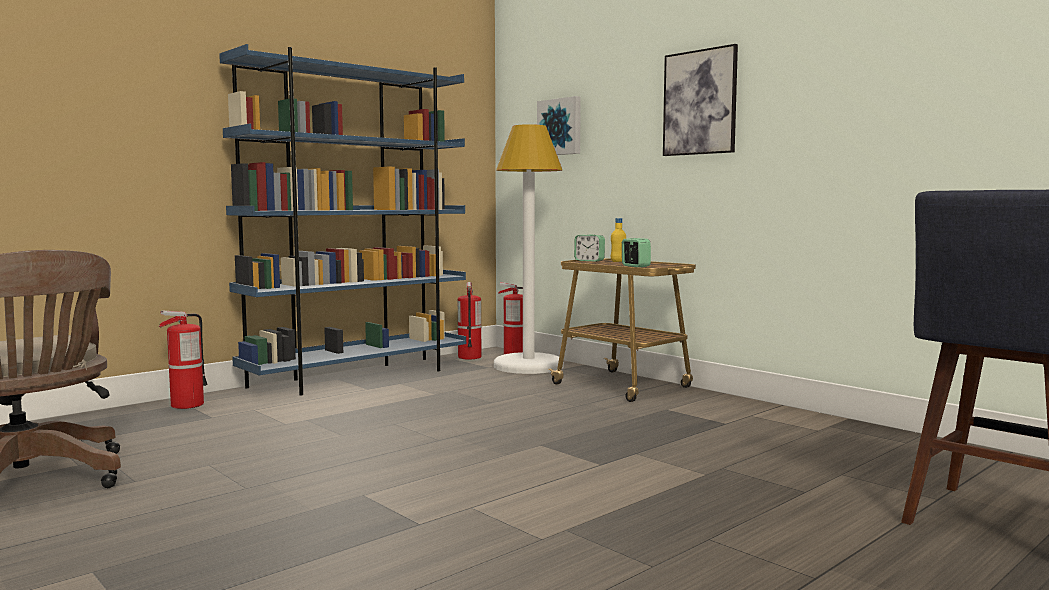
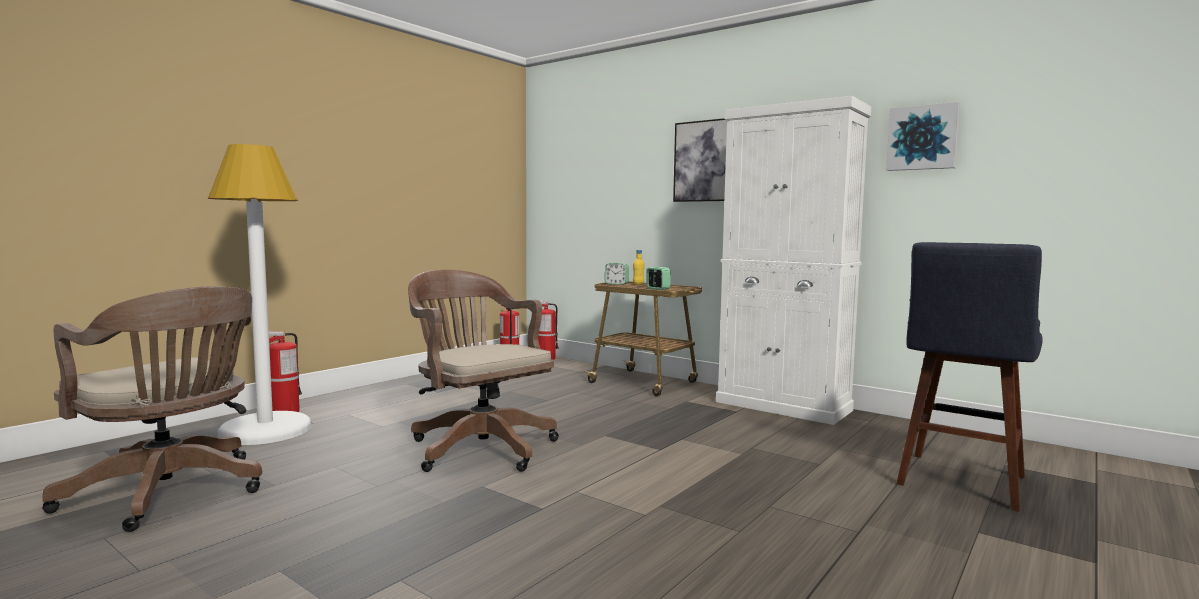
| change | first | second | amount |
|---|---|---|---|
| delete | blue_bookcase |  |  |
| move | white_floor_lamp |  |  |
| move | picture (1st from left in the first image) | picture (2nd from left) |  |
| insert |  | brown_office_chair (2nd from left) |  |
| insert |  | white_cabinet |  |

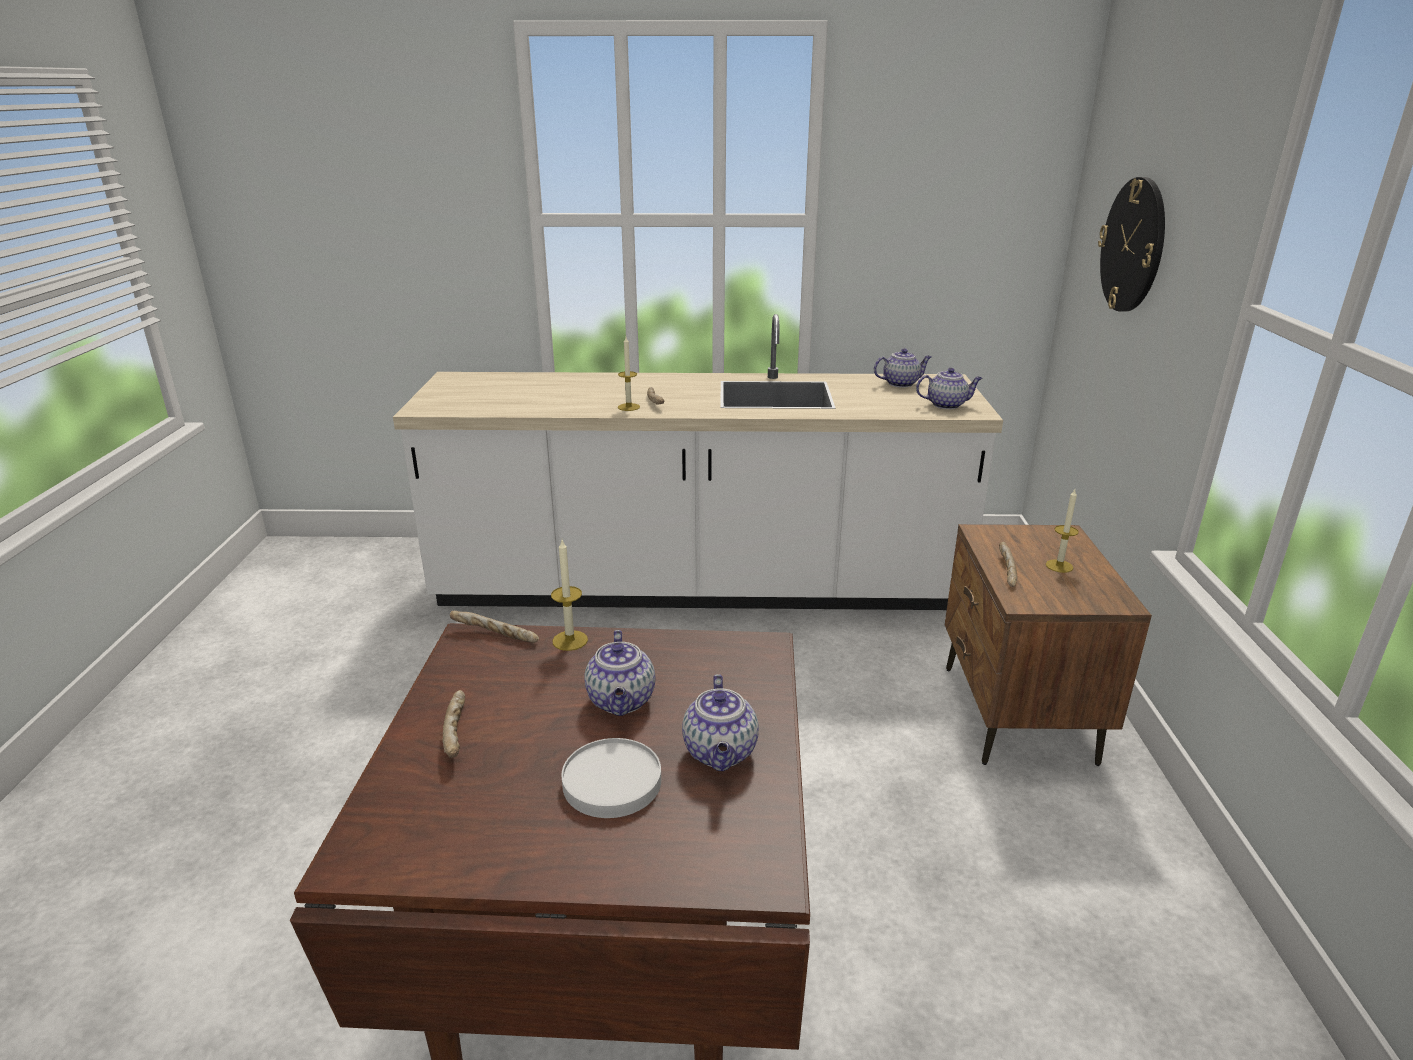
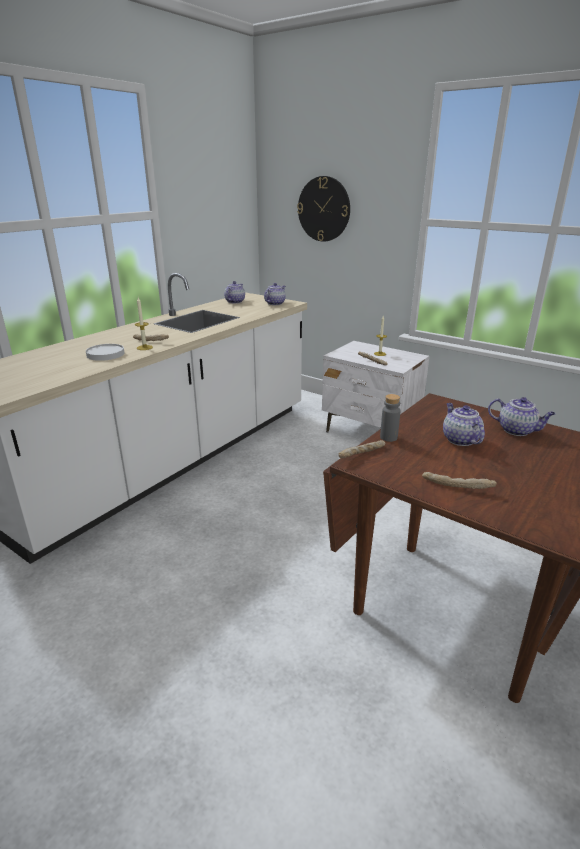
| change | first | second | amount |
|---|---|---|---|
| replace | candle (1st from left) | grey_bottle |  |
| move | white_plate |  |  |
| rotate | teapot (1st from left in the first image) | teapot (3rd from left) | 135 degrees counterclockwise |
| recolor | brown_nightstand | white_nightstand |  |

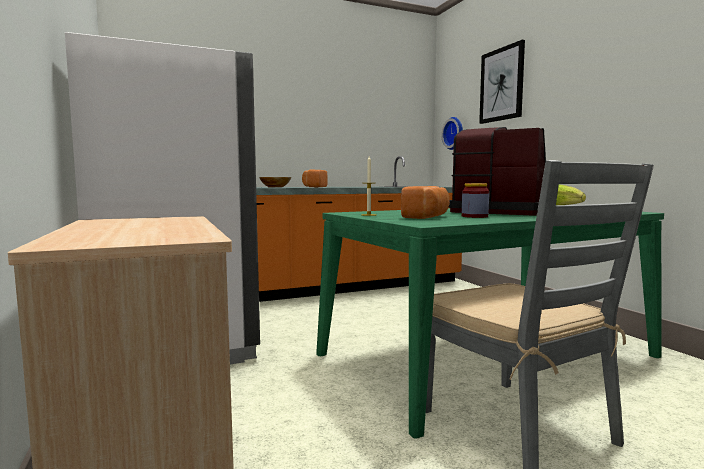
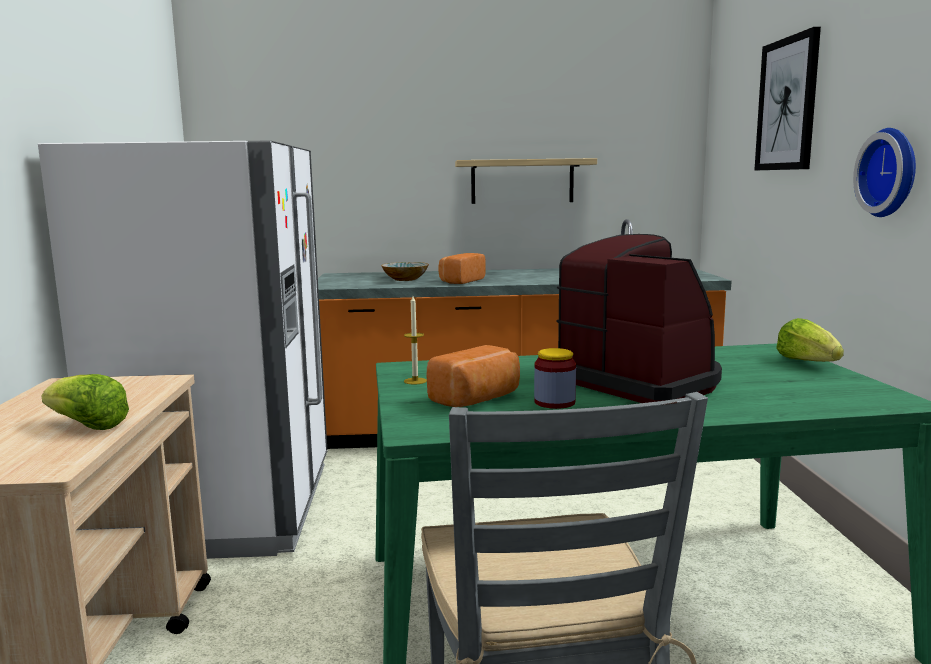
| change | first | second | amount |
|---|---|---|---|
| move | wall_clock |  |  |
| insert |  | lettuce (1st from left) |  |
| insert |  | shelf |  |

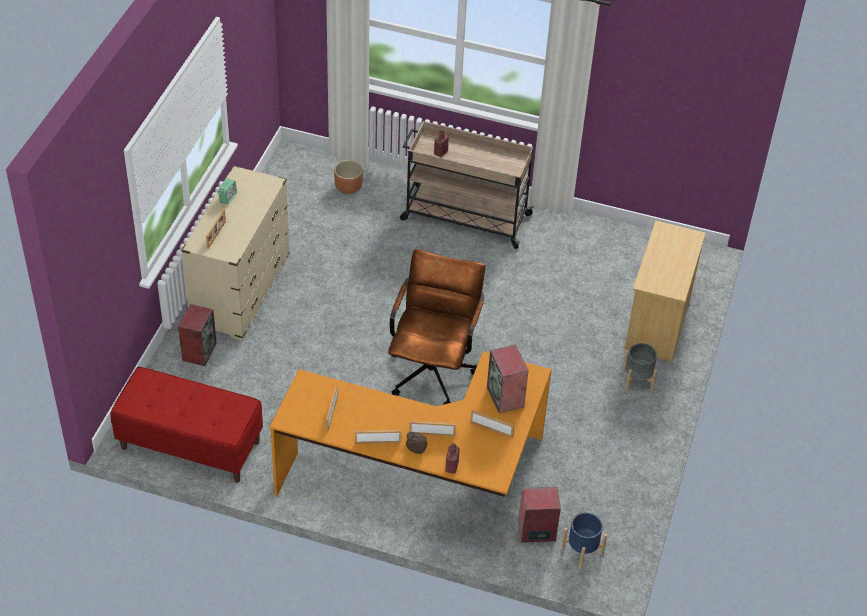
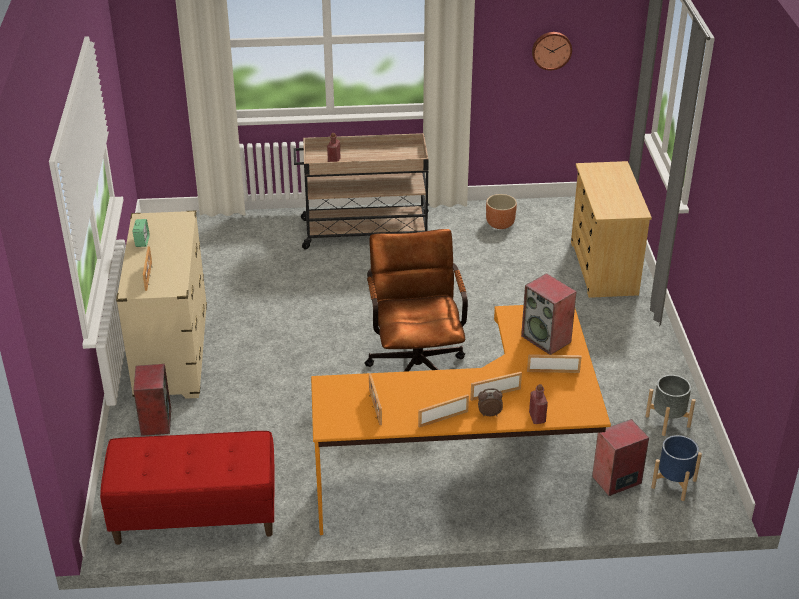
| change | first | second | amount |
|---|---|---|---|
| move | brown_planter |  |  |
| move | grey_planter |  |  |
| insert |  | wall_clock |  |

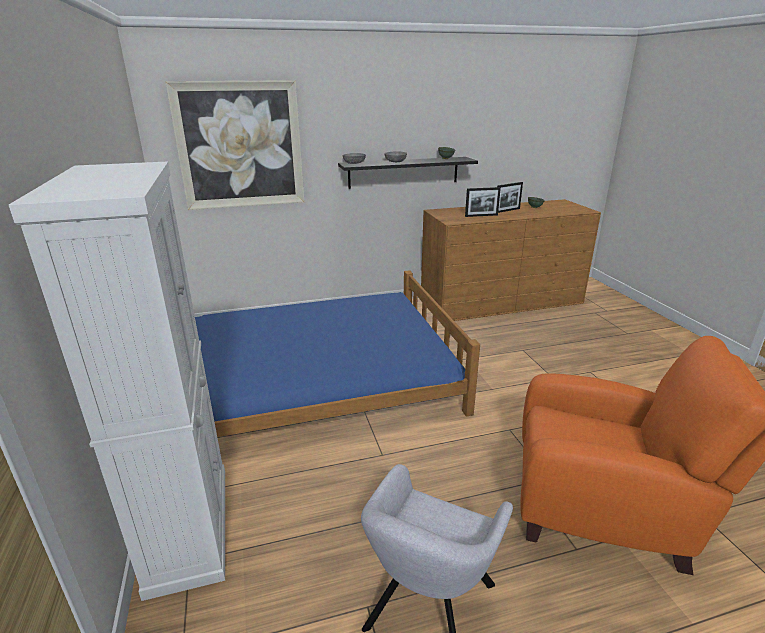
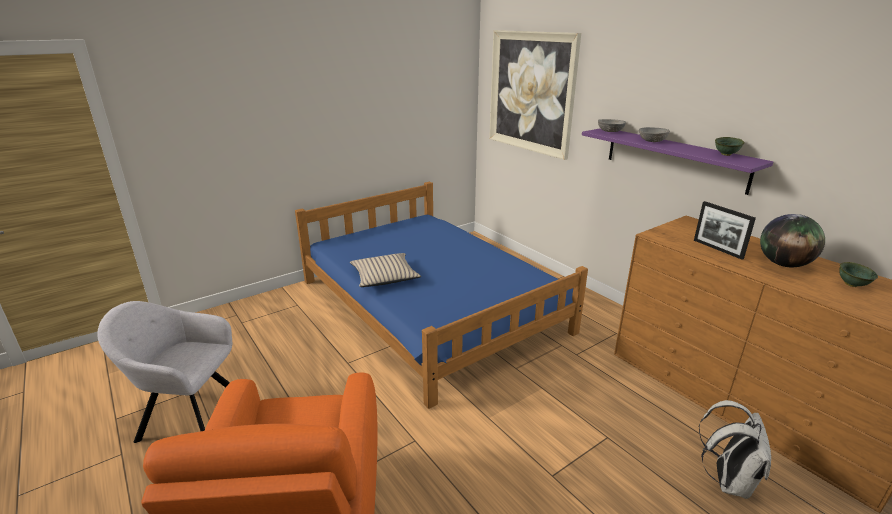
| change | first | second | amount |
|---|---|---|---|
| delete | white_cabinet |  |  |
| recolor | black_shelf | purple_shelf |  |
| replace | picture_frame (2nd from left) | globe |  |
| insert |  | beige_pillow |  |
| insert |  | white_backpack |  |

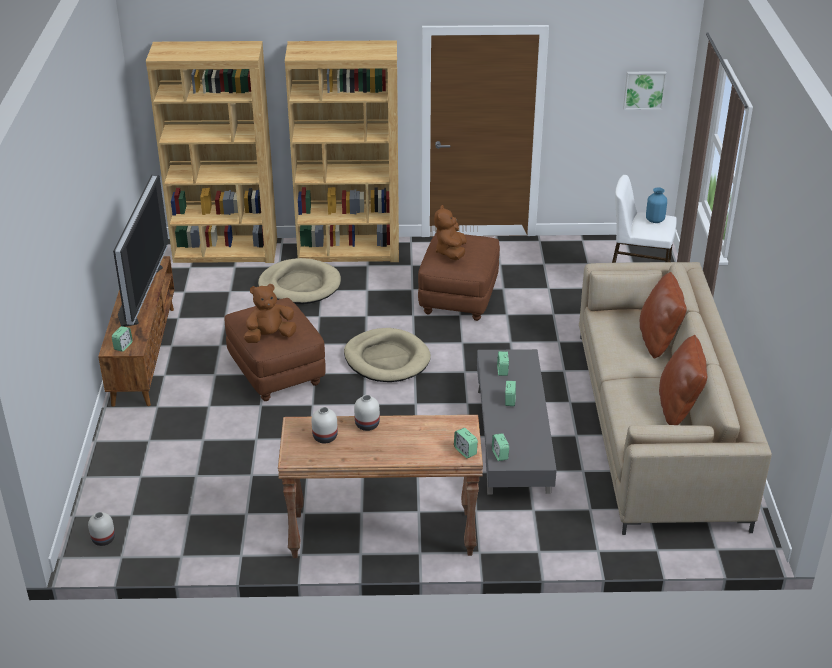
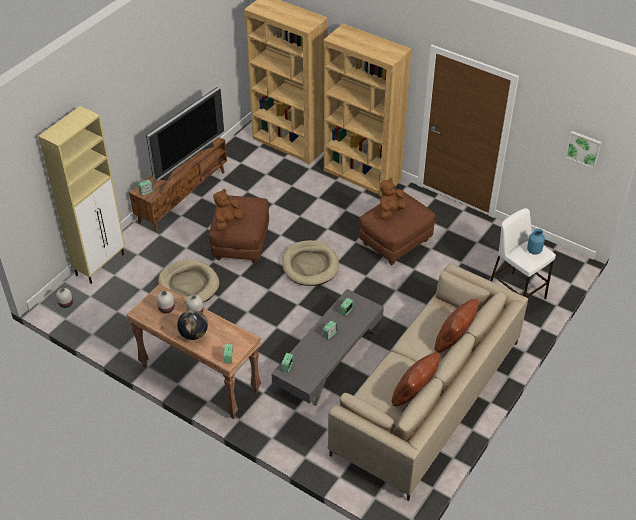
| change | first | second | amount |
|---|---|---|---|
| rotate | brown_plush_toy (1st from left) |  | 60 degrees counterclockwise |
| move | beige_dog_bed (1st from left) |  |  |
| insert |  | beige_cabinet |  |
| insert |  | globe |  |

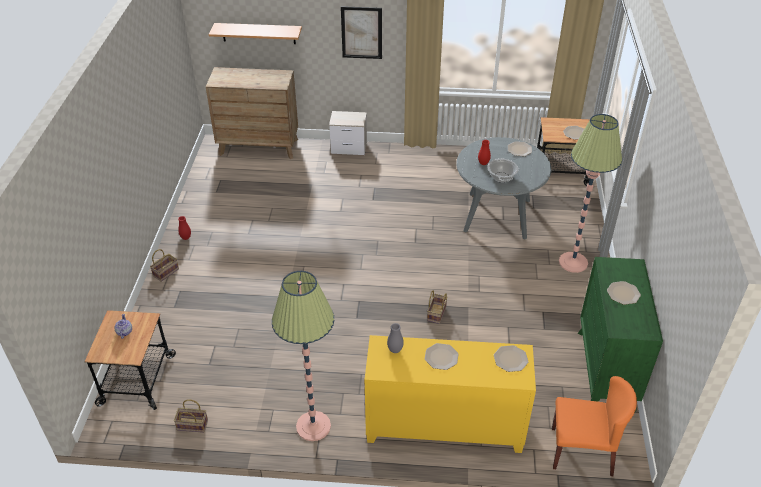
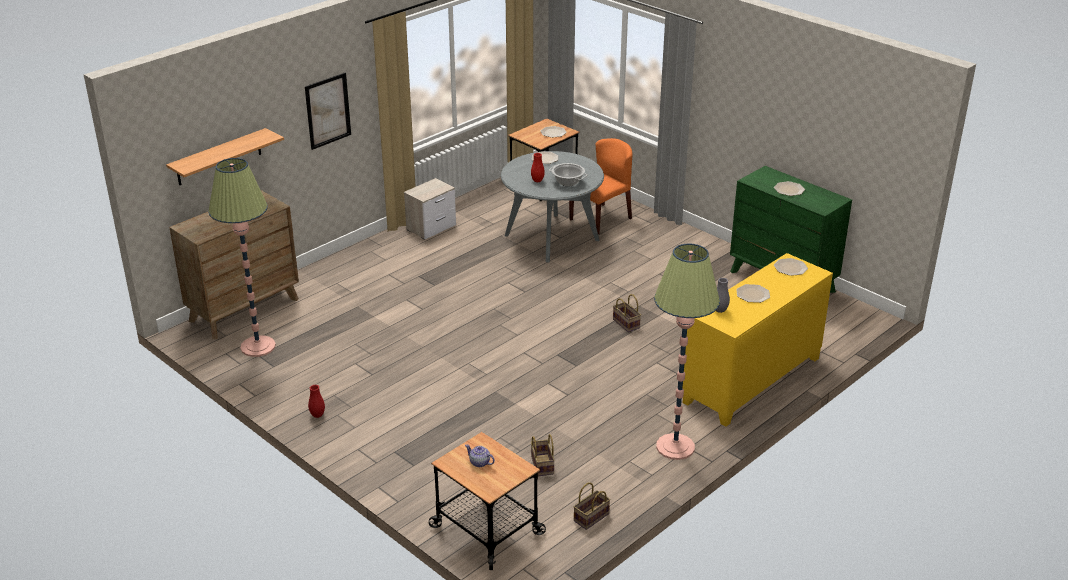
| change | first | second | amount |
|---|---|---|---|
| move | basket (1st from left) |  |  |
| move | nightstand |  |  |
| move | orange_chair |  |  |
| move | floor_lamp (2nd from left in the first image) | floor_lamp (1st from left) |  |

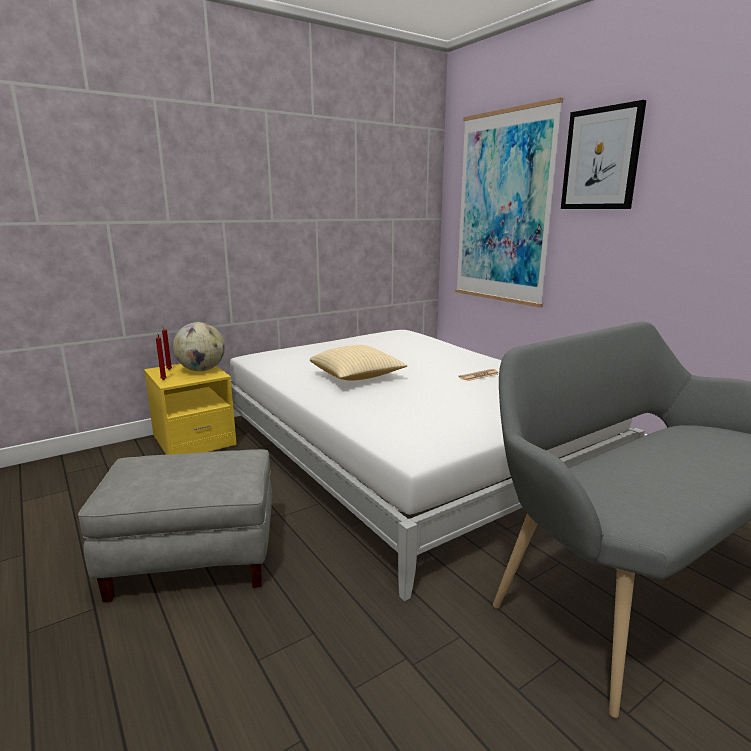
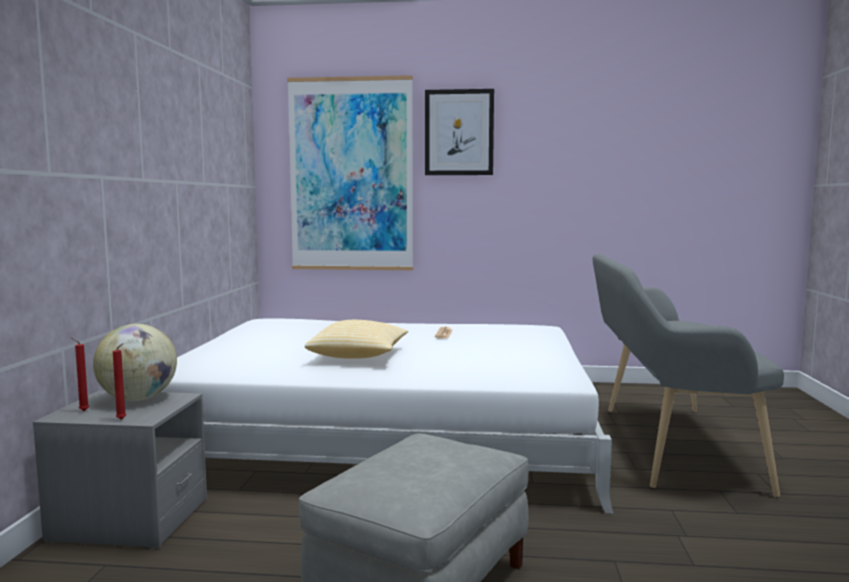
| change | first | second | amount |
|---|---|---|---|
| recolor | yellow_nightstand | grey_nightstand |  |

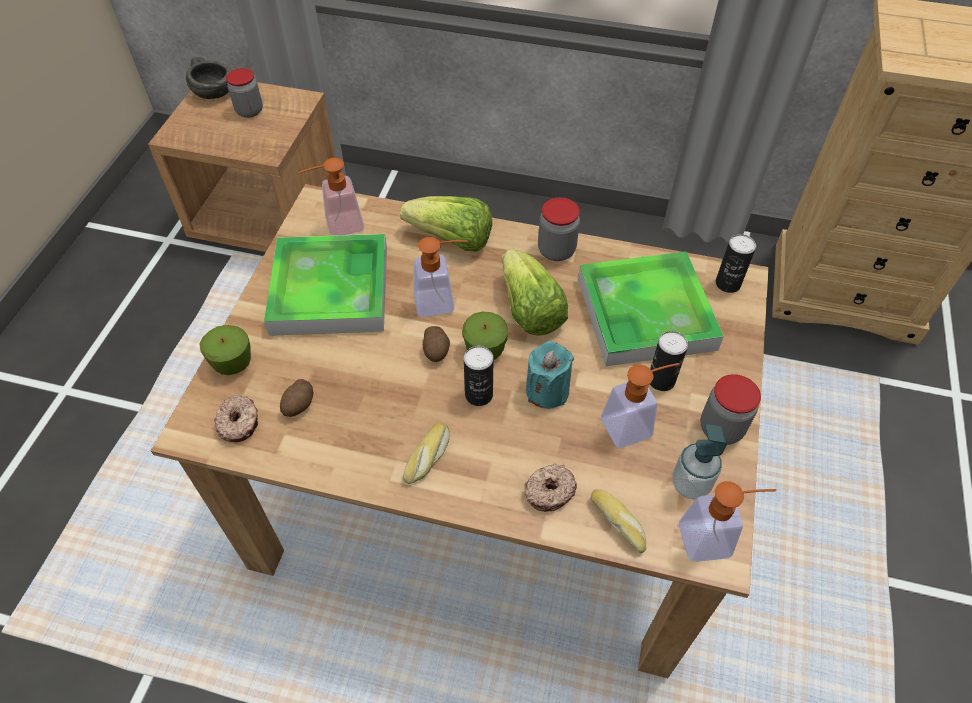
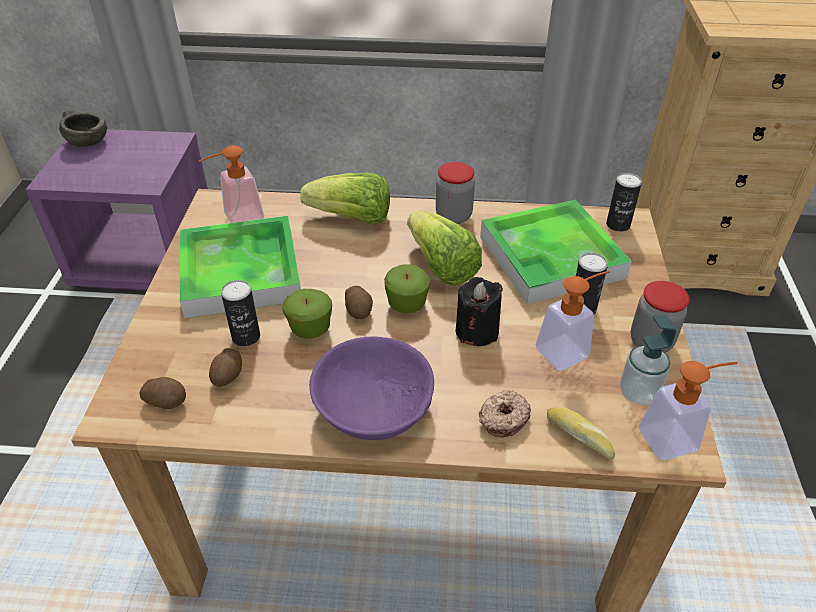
| change | first | second | amount |
|---|---|---|---|
| recolor | brown_nightstand | purple_nightstand |  |
| move | apple (1st from left) |  |  |
| replace | donut (1st from left) | potato (1st from left) |  |
| delete | jar (1st from left) |  |  |
| replace | bread (1st from left) | purple_bowl |  |
| delete | soap_dispenser (2nd from left) |  |  |
| move | can (1st from left) |  |  |
| recolor | turquoise_candle | black_candle |  |

